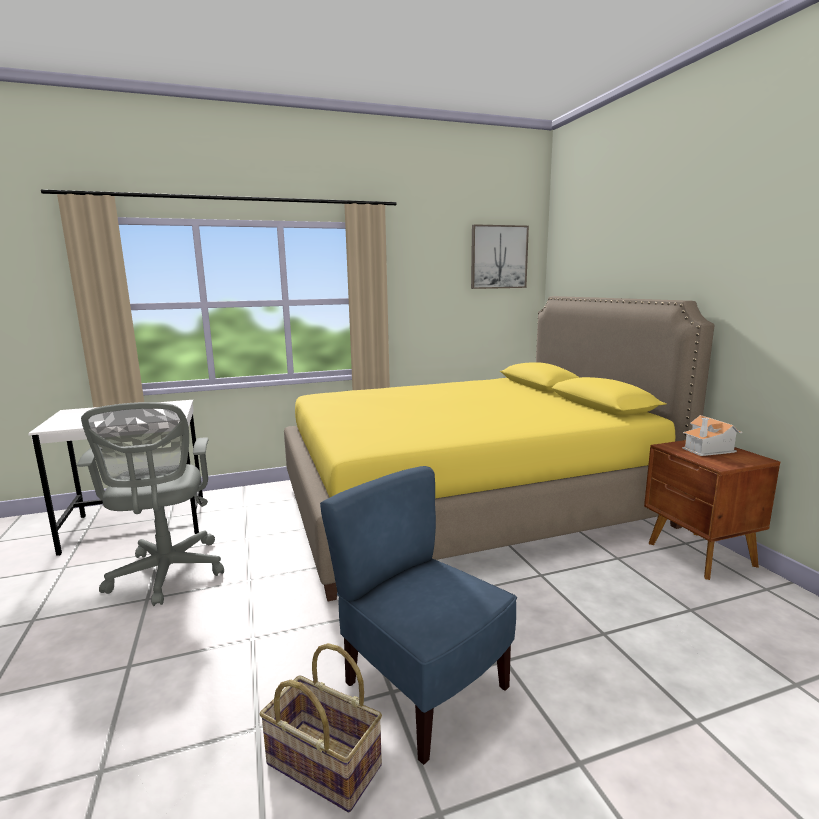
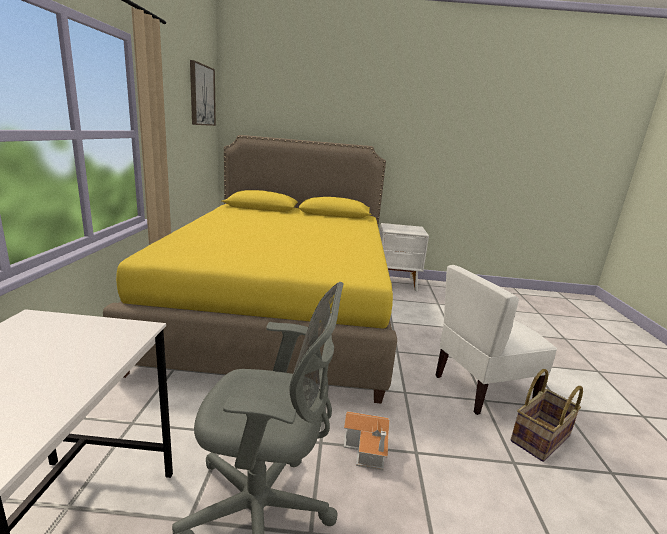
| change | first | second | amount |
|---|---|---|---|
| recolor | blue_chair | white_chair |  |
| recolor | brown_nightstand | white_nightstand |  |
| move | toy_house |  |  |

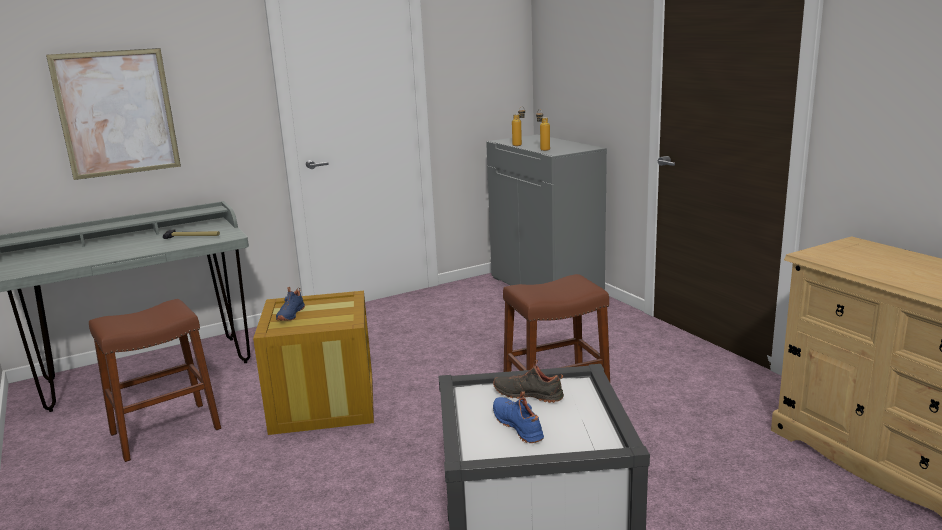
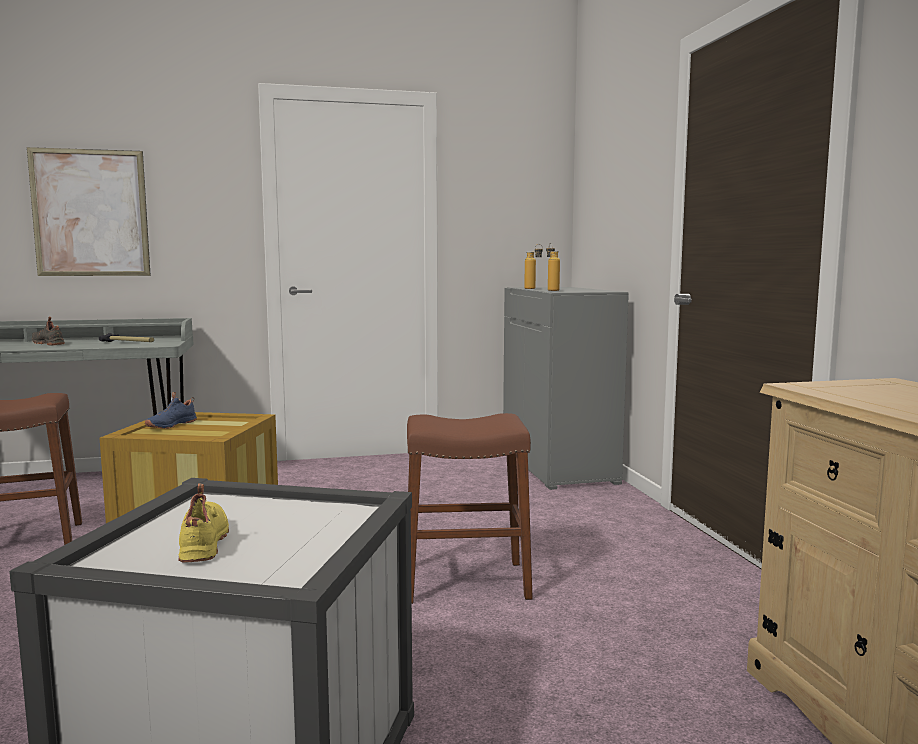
| change | first | second | amount |
|---|---|---|---|
| move | black_shoe |  |  |
| recolor | blue_shoe (2nd from left) | yellow_shoe |  |

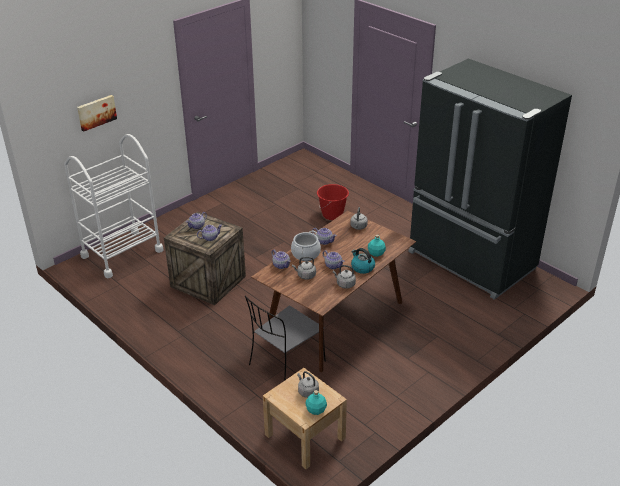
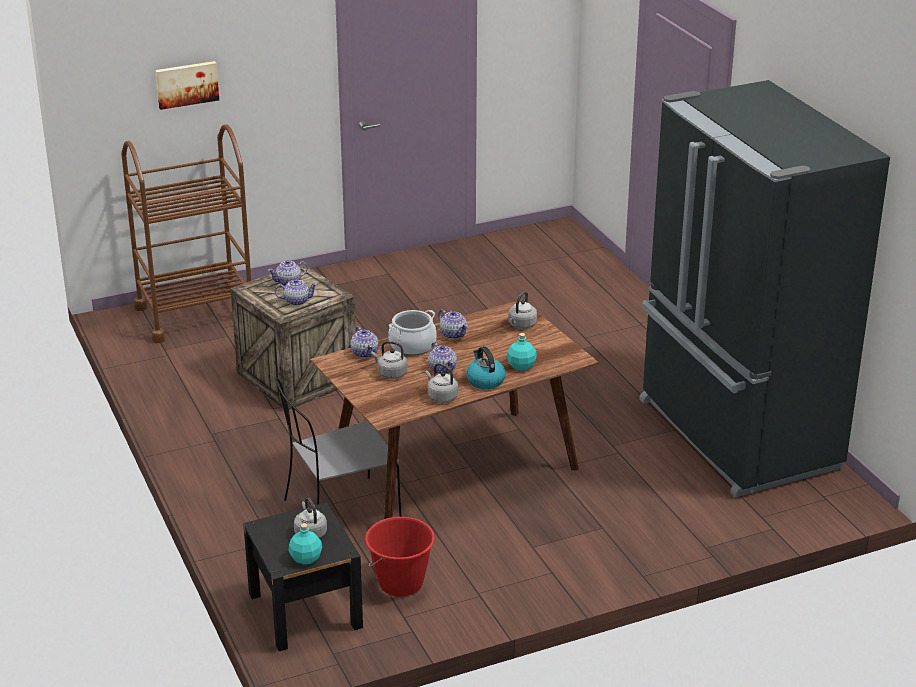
| change | first | second | amount |
|---|---|---|---|
| recolor | white_cart | brown_cart |  |
| recolor | beige_nightstand | black_nightstand |  |
| move | red_bucket |  |  |

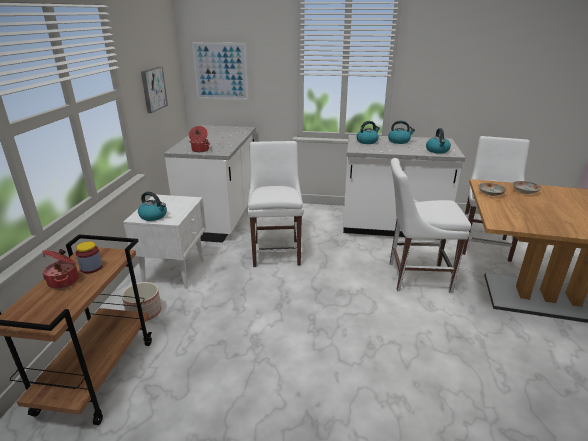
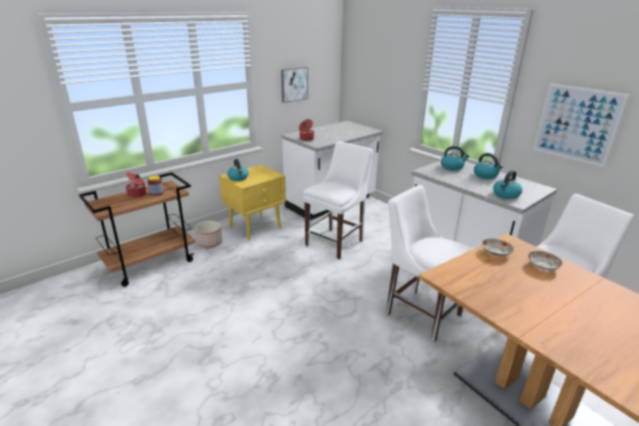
| change | first | second | amount |
|---|---|---|---|
| recolor | white_nightstand | yellow_nightstand |  |
| move | picture (2nd from left) |  |  |

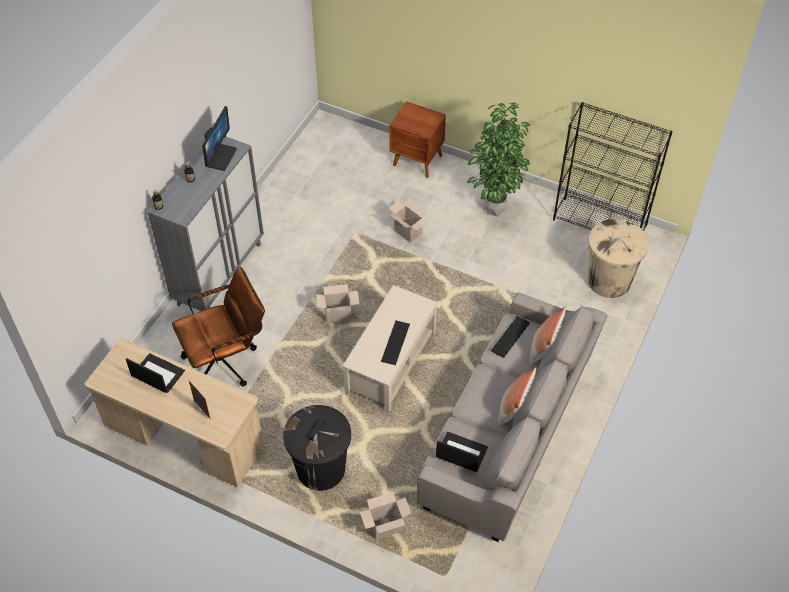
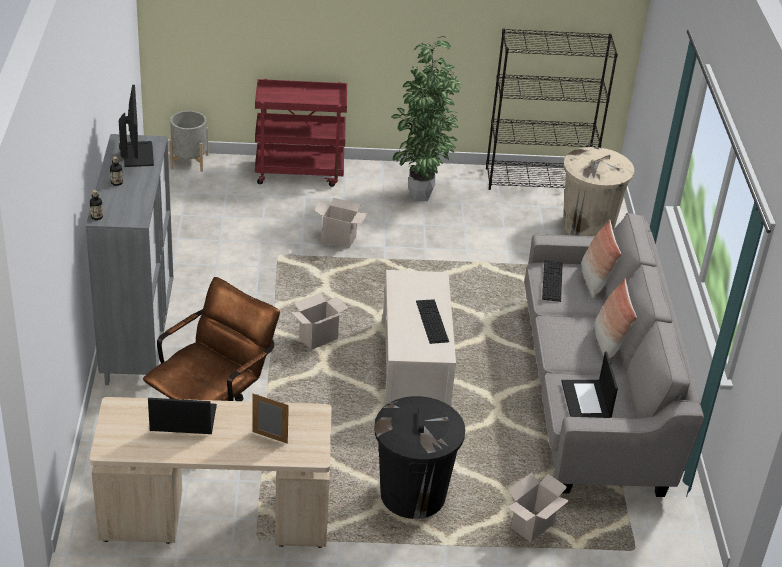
| change | first | second | amount |
|---|---|---|---|
| replace | brown_nightstand | red_cart |  |
| rotate | laptop (2nd from left) |  | 90 degrees counterclockwise |
| insert |  | grey_planter |  |

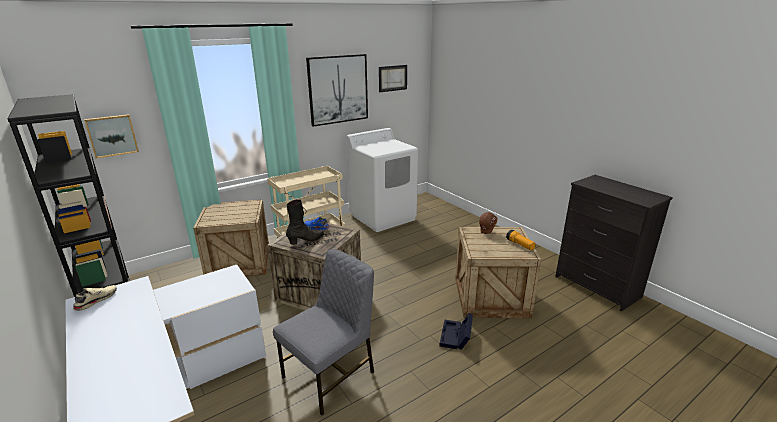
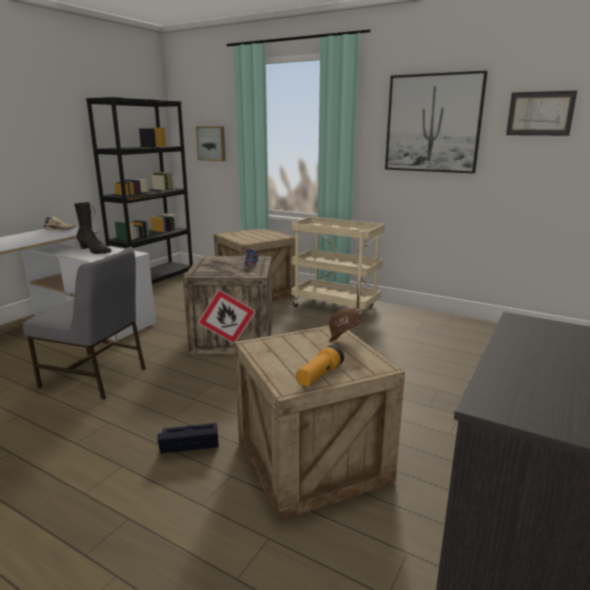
| change | first | second | amount |
|---|---|---|---|
| move | black_boot |  |  |
| delete | white_washing_machine |  |  |

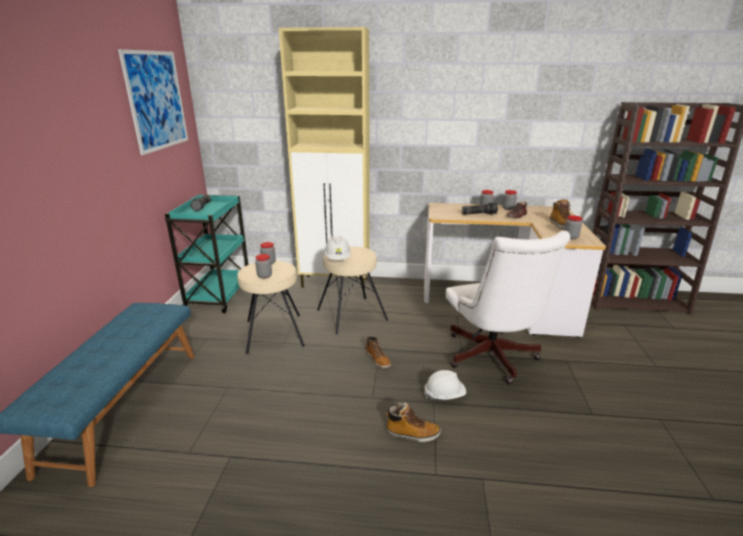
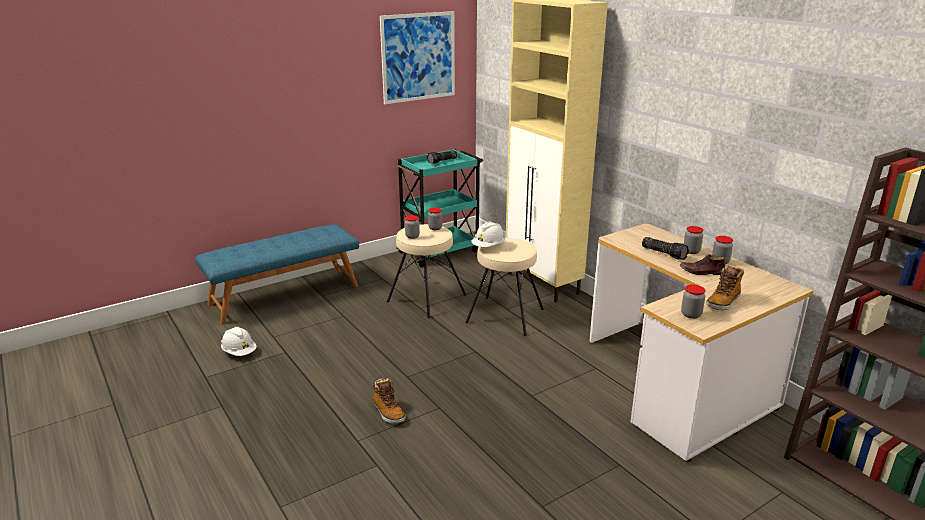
| change | first | second | amount |
|---|---|---|---|
| delete | boot (1st from left) |  |  |
| move | white_hard_hat (2nd from left in the first image) | white_hard_hat (1st from left) |  |
| delete | white_office_chair |  |  |

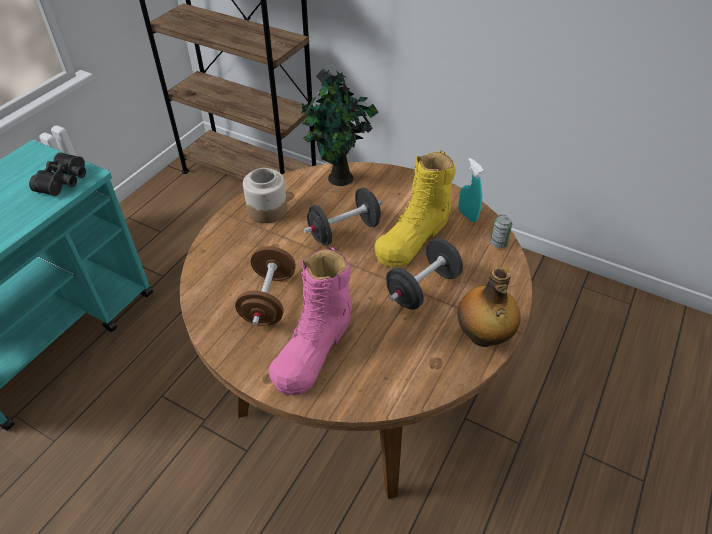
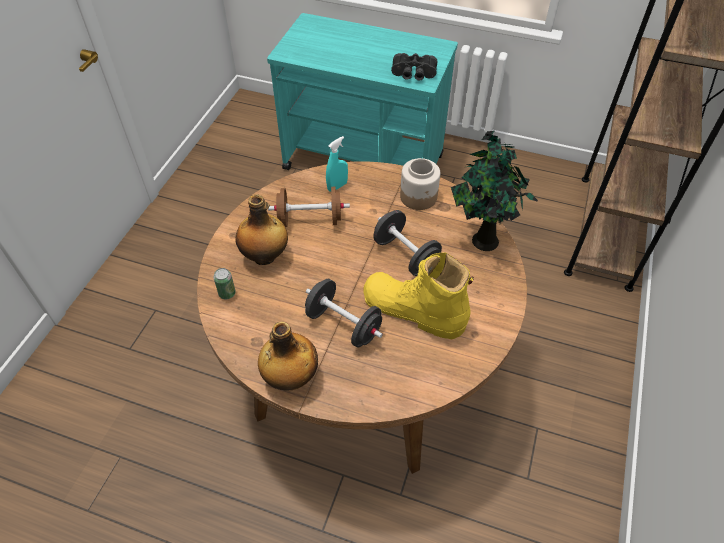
| change | first | second | amount |
|---|---|---|---|
| replace | pink_boot | bottle (1st from left) |  |
| move | turquoise_spray_bottle |  |  |
| move | can |  |  |

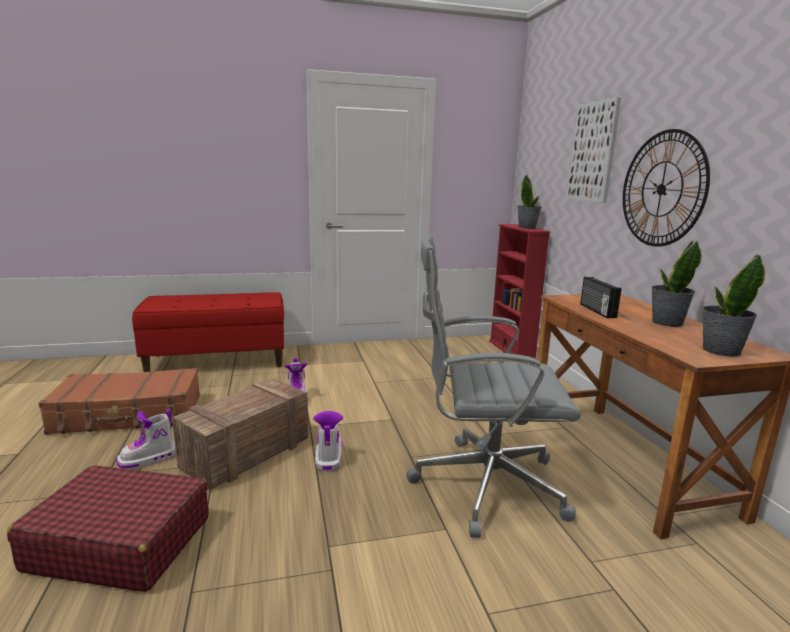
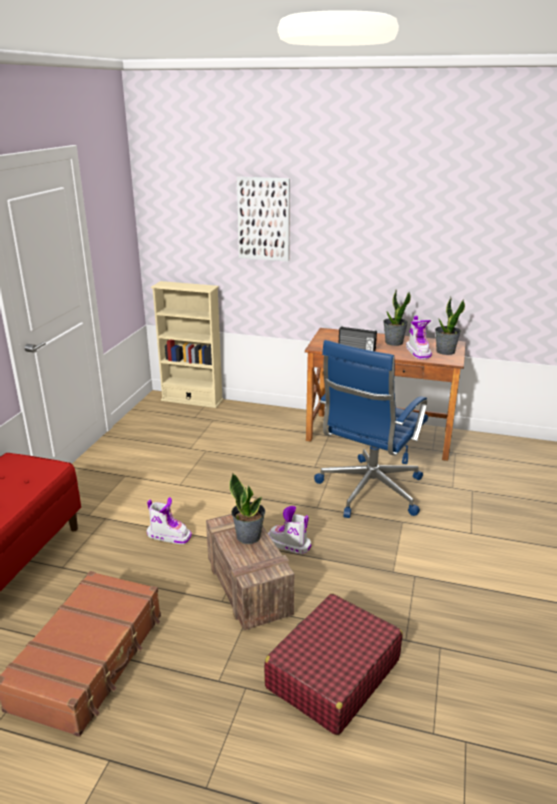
| change | first | second | amount |
|---|---|---|---|
| move | boot (1st from left in the first image) | boot (3rd from left) |  |
| recolor | grey_office_chair | blue_office_chair |  |
| recolor | red_bookcase | beige_bookcase |  |
| move | potted_plant (1st from left) |  |  |
| delete | wall_clock |  |  |

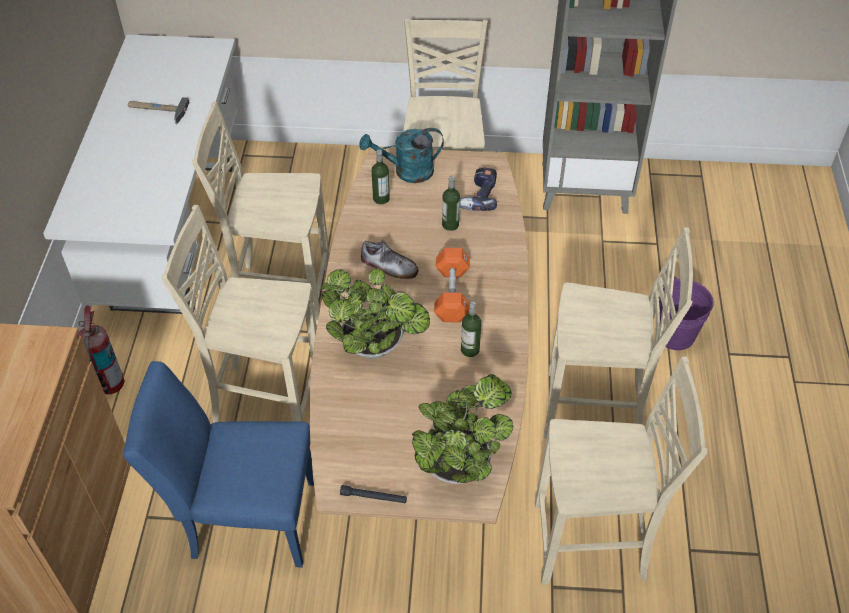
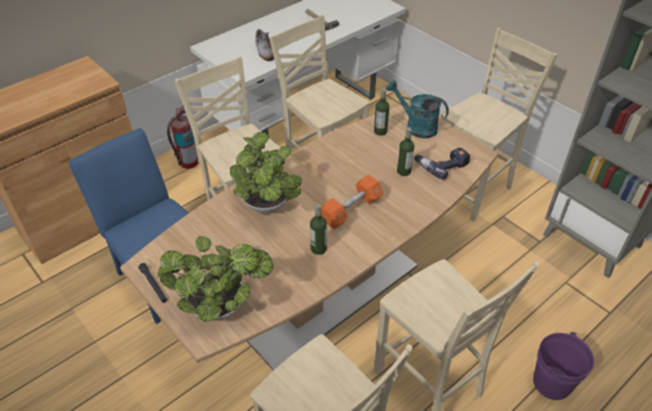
| change | first | second | amount |
|---|---|---|---|
| move | shoe |  |  |

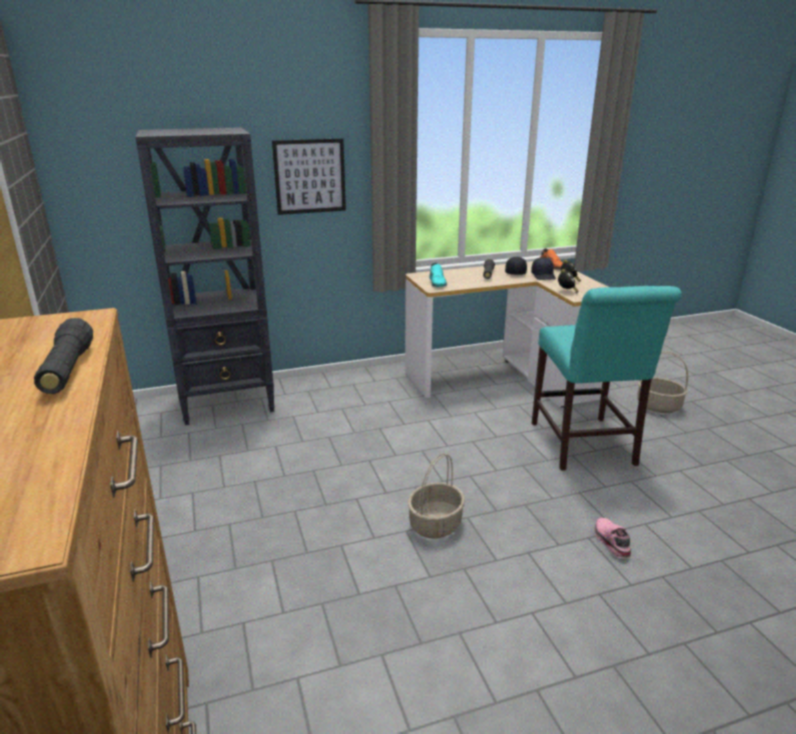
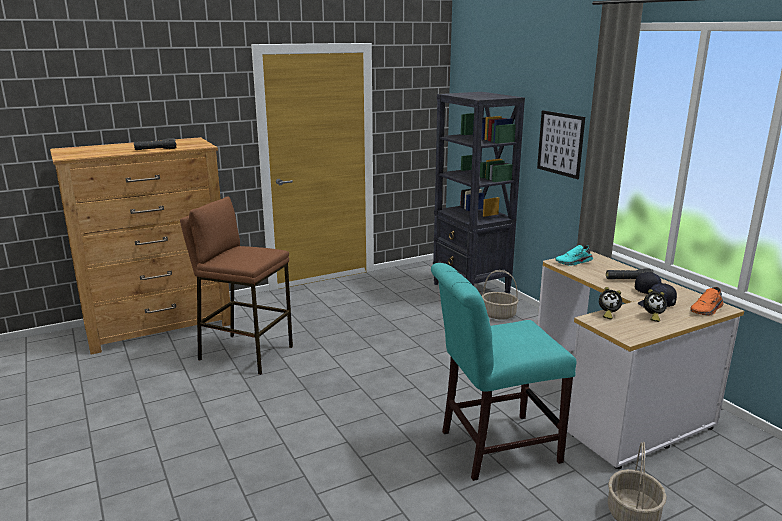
| change | first | second | amount |
|---|---|---|---|
| move | basket (1st from left) |  |  |
| delete | pink_shoe |  |  |
| insert |  | brown_stool |  |

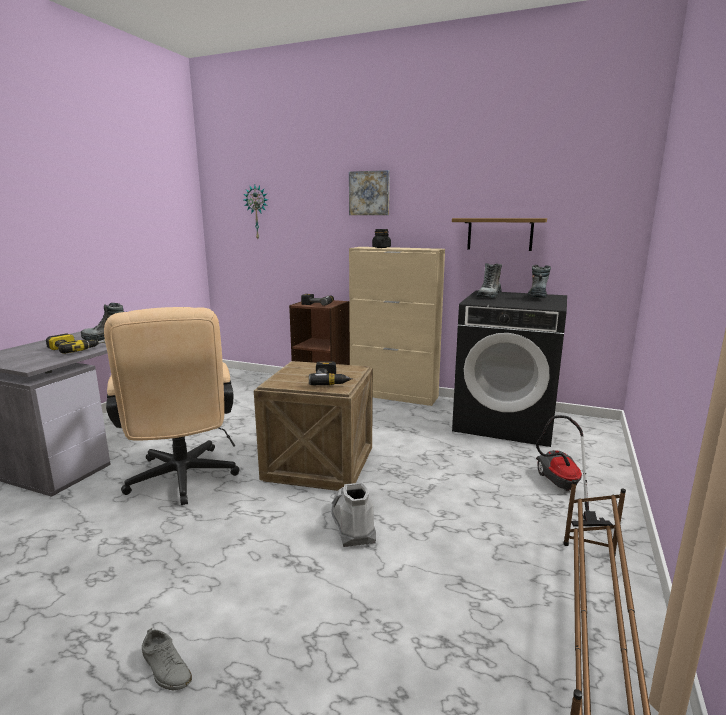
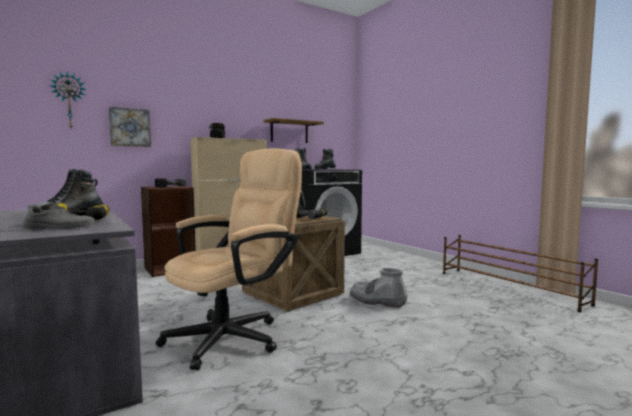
| change | first | second | amount |
|---|---|---|---|
| rotate | beige_office_chair |  | 60 degrees counterclockwise |
| move | grey_shoe |  |  |
| move | picture |  |  |
| delete | vacuum_cleaner |  |  |

